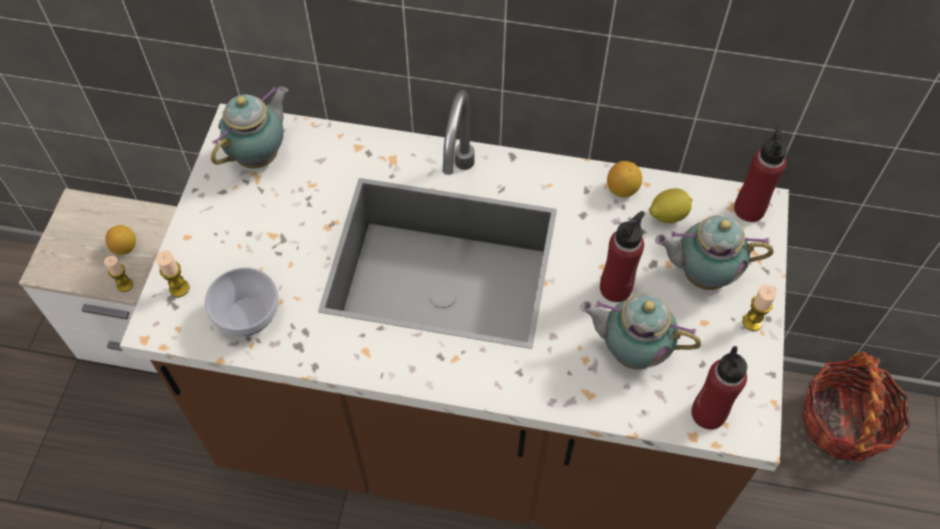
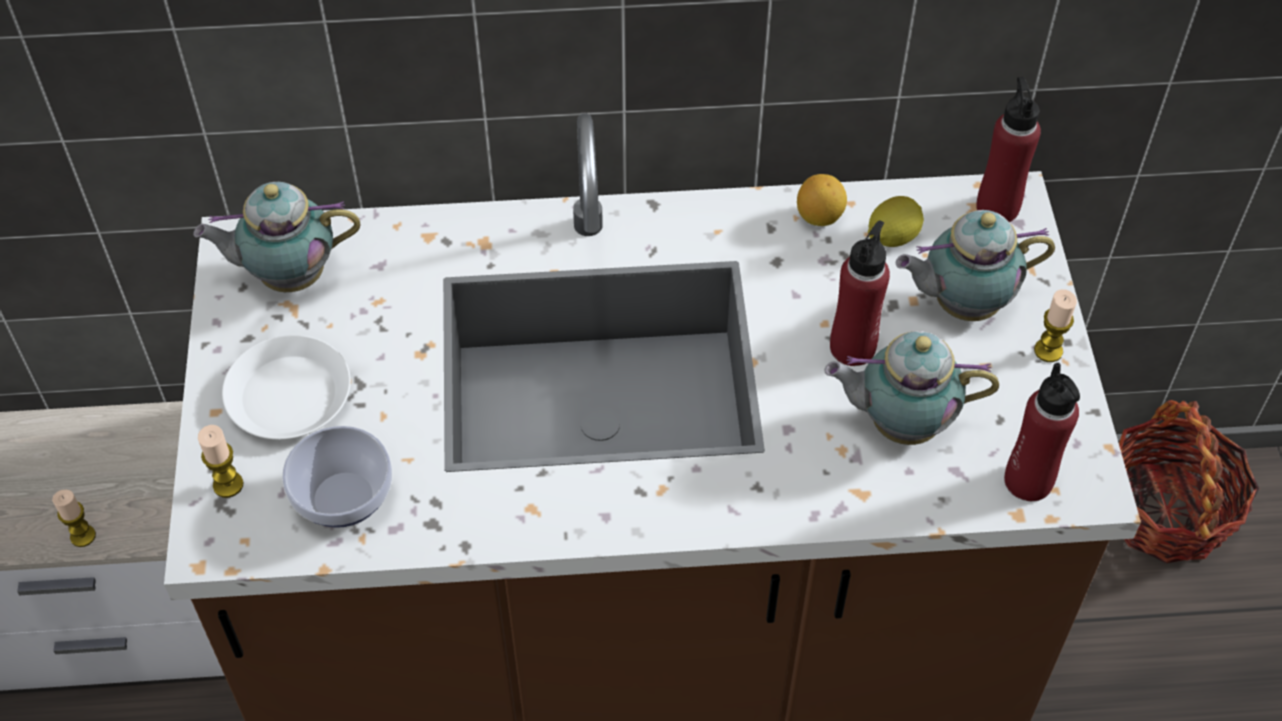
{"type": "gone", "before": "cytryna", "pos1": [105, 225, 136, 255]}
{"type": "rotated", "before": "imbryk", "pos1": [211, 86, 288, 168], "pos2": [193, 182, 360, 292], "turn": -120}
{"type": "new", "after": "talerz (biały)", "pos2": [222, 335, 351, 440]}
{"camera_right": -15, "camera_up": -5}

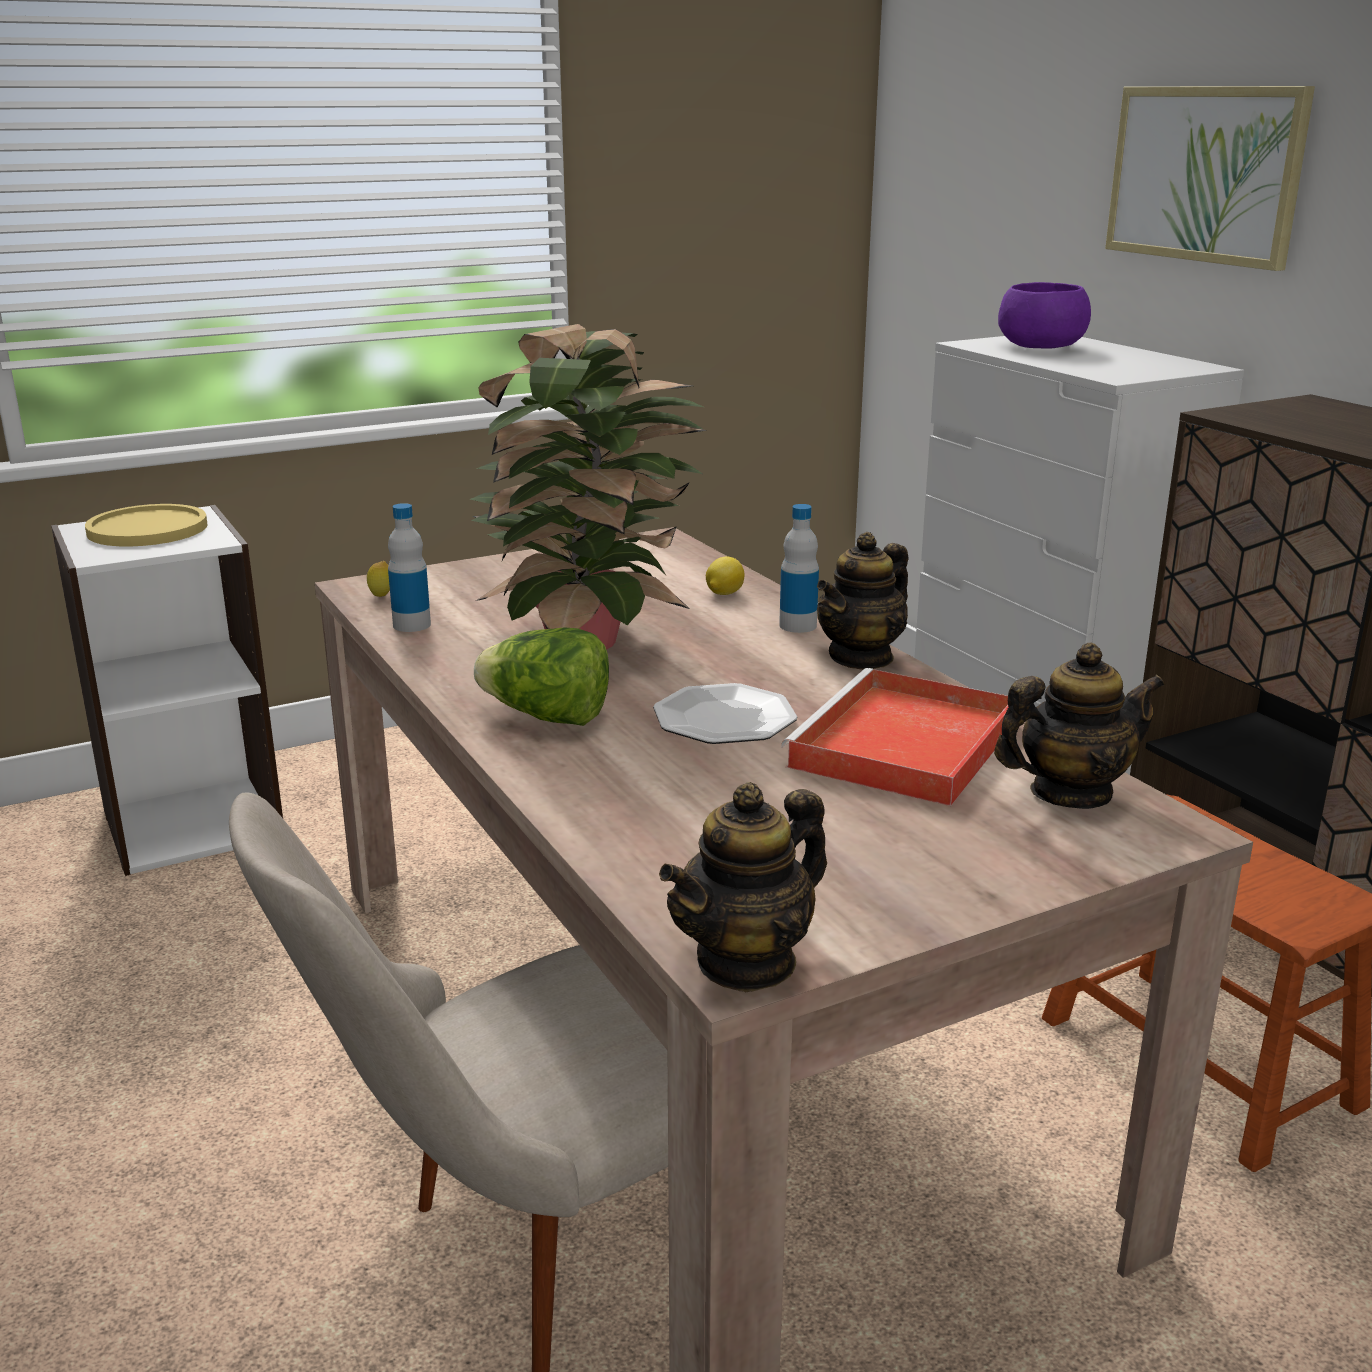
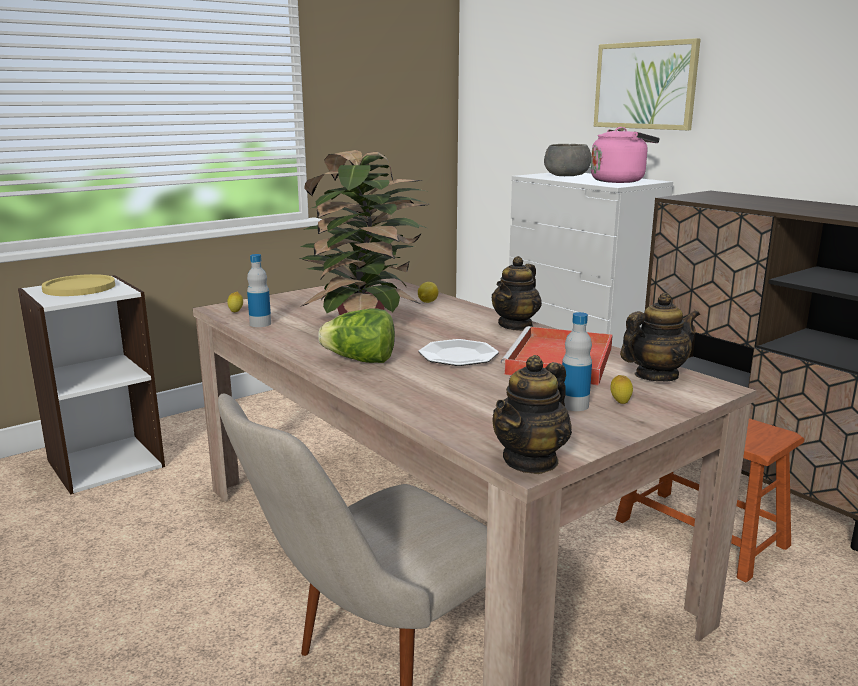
{"type": "shifted", "before": "butelka", "pos1": [779, 504, 819, 633], "pos2": [562, 312, 592, 411]}
{"type": "repainted", "before": "miska (fioletowy)", "after": "miska (szary)", "pos1": [998, 282, 1091, 349], "pos2": [544, 144, 591, 176]}
{"type": "new", "after": "czajnik (różowy)", "pos2": [591, 127, 660, 183]}
{"type": "new", "after": "cytryna", "pos2": [610, 375, 633, 404]}
{"camera_right": -10, "camera_up": -5}

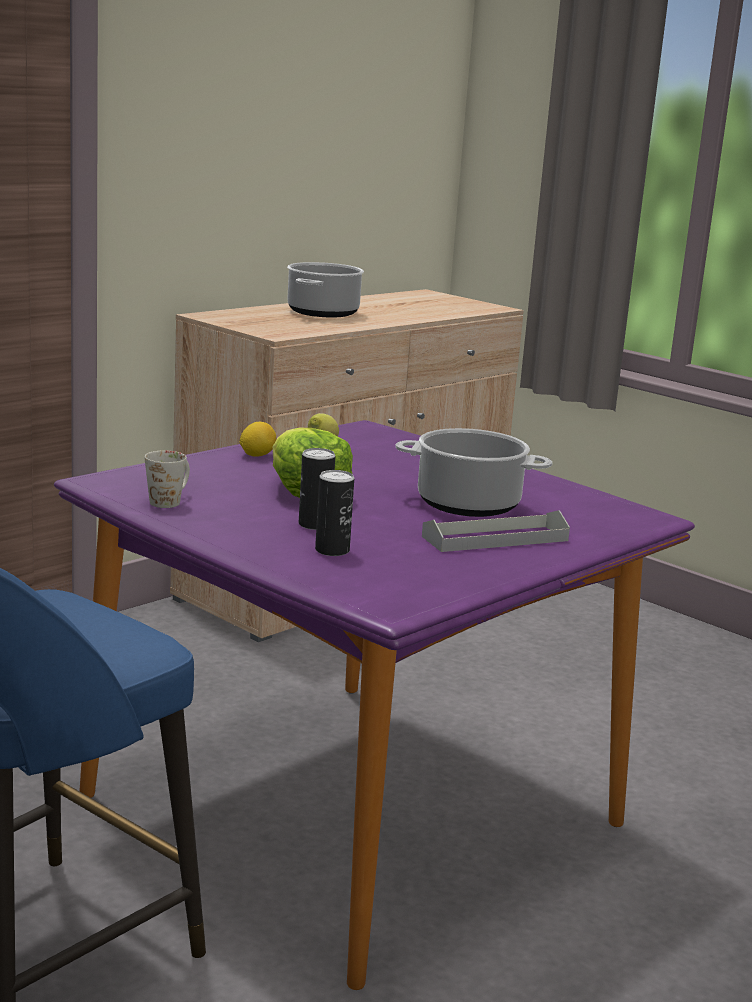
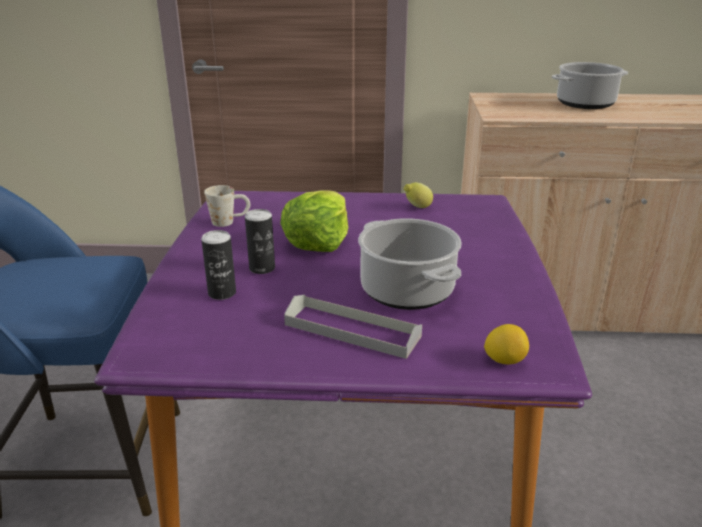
{"type": "shifted", "before": "cytryna", "pos1": [240, 422, 277, 457], "pos2": [484, 324, 529, 364]}
{"camera_right": 50, "camera_up": 10}

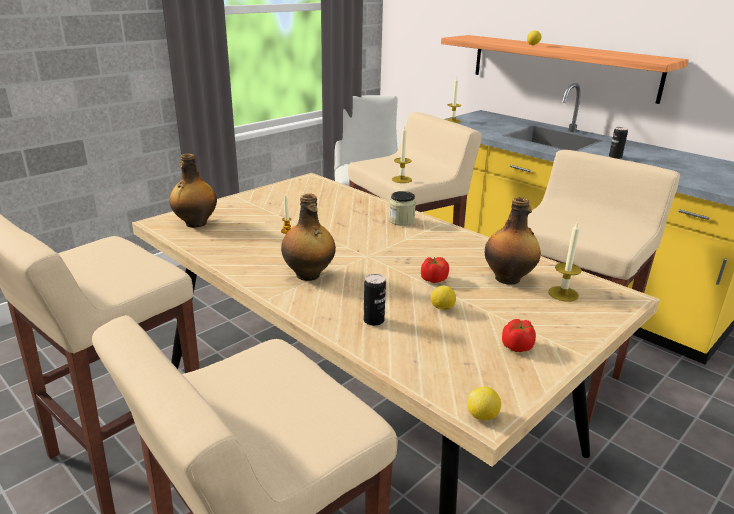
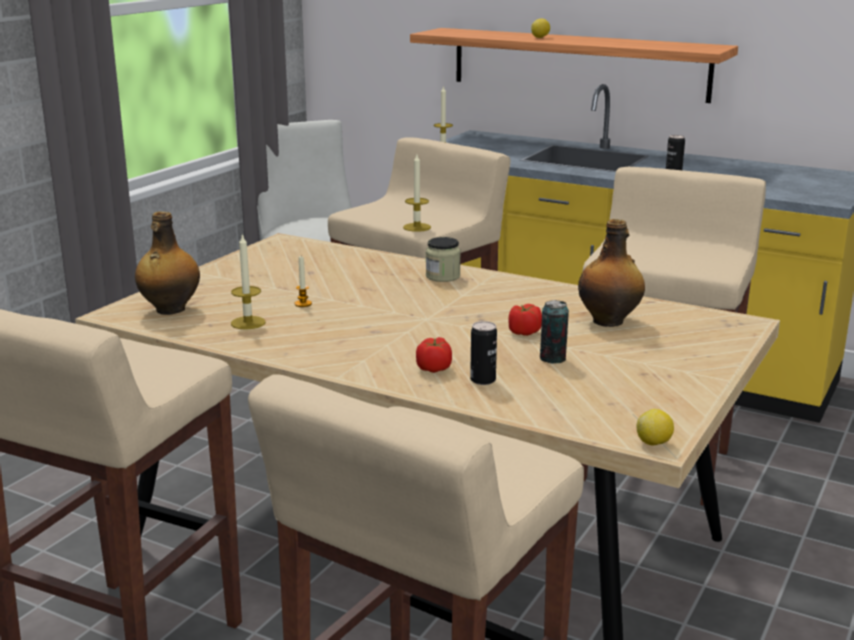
{"type": "gone", "before": "butelka", "pos1": [281, 194, 336, 281]}
{"type": "swapped", "before": "cytryna", "after": "puszka", "pos1": [431, 286, 456, 310], "pos2": [540, 300, 569, 364]}
{"type": "shifted", "before": "pomidor", "pos1": [502, 319, 536, 352], "pos2": [416, 337, 452, 373]}
{"type": "shifted", "before": "świeca", "pos1": [548, 221, 582, 302], "pos2": [231, 233, 266, 330]}
{"camera_right": -15, "camera_up": -5}

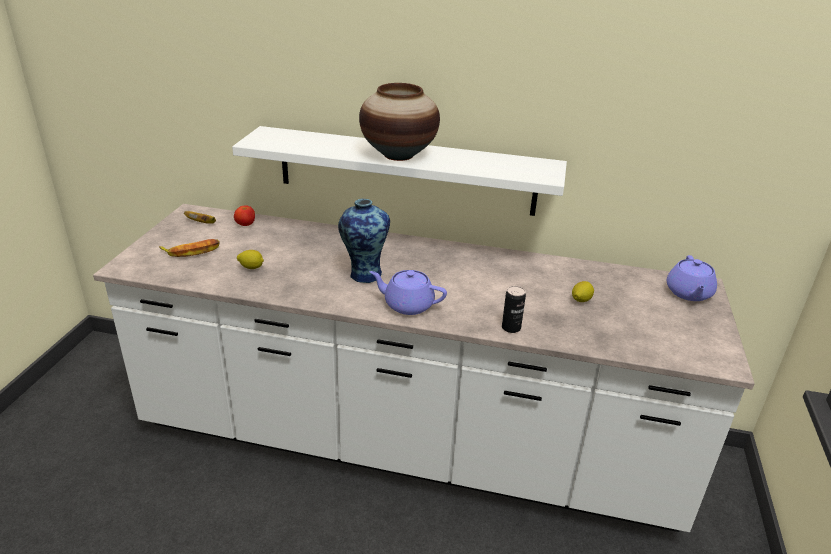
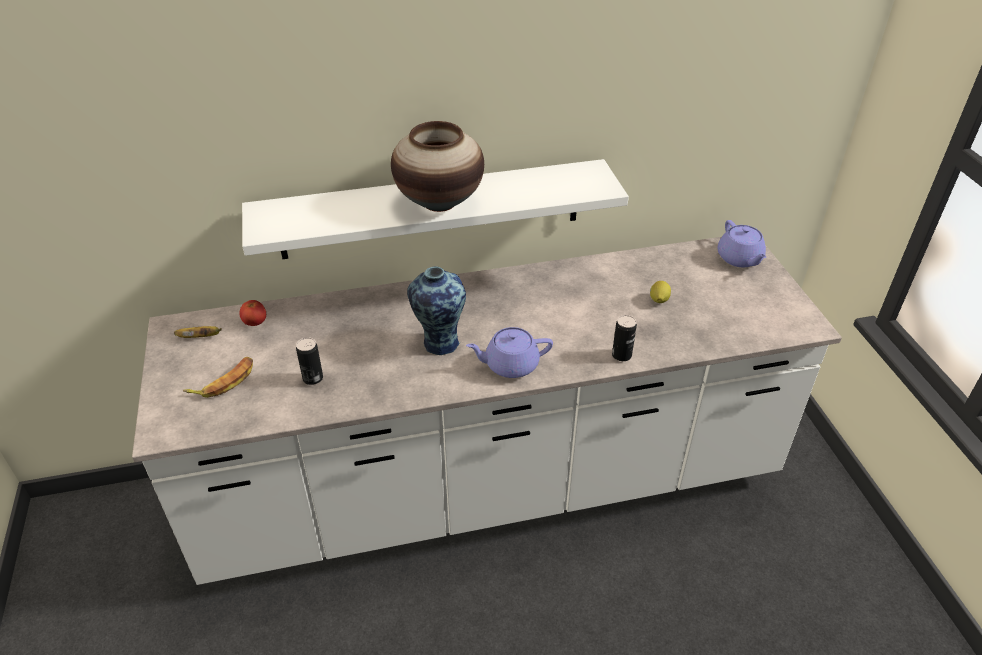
{"type": "swapped", "before": "cytryna", "after": "puszka", "pos1": [237, 250, 264, 269], "pos2": [296, 337, 323, 385]}
{"camera_right": -25, "camera_up": 10}

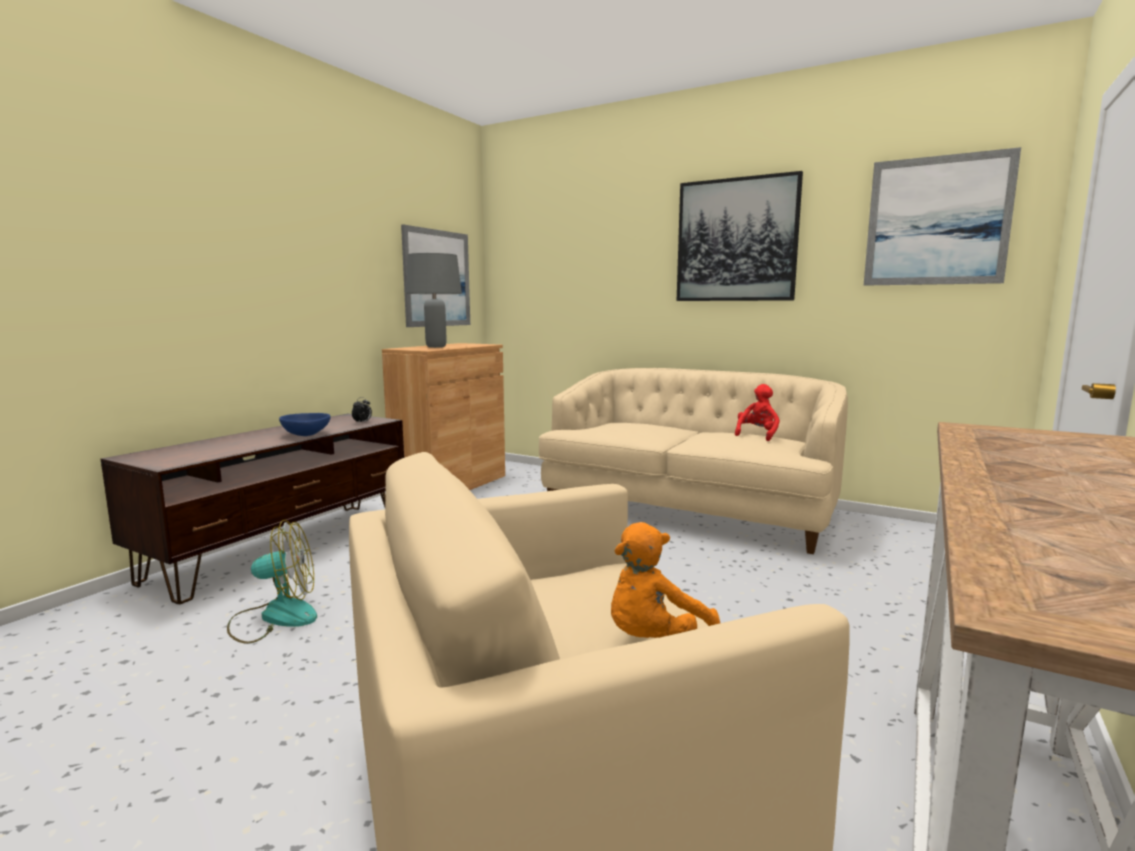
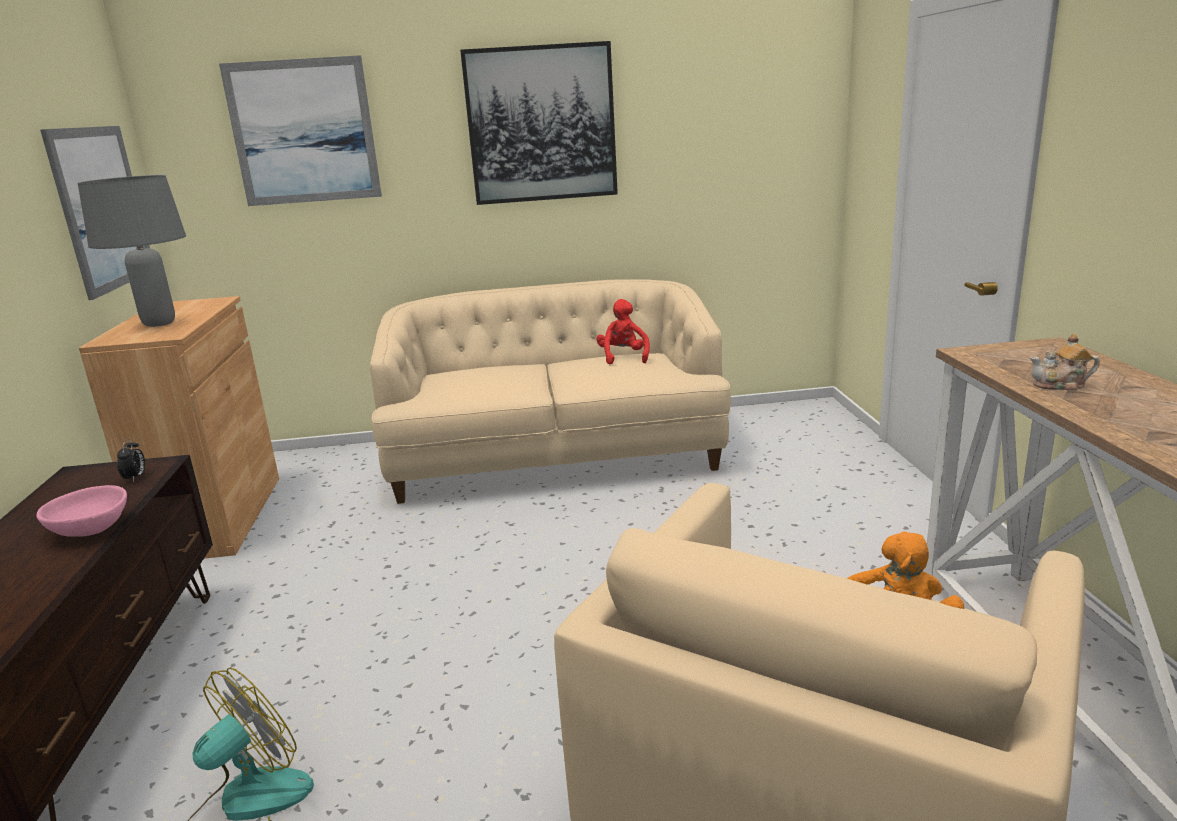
{"type": "repainted", "before": "miska (niebieski)", "after": "miska (różowy)", "pos1": [279, 413, 331, 436], "pos2": [36, 485, 127, 537]}
{"type": "shifted", "before": "obraz", "pos1": [864, 147, 1021, 286], "pos2": [219, 55, 382, 206]}
{"type": "new", "after": "imbryk", "pos2": [1030, 334, 1100, 391]}
{"camera_right": -35, "camera_up": 10}

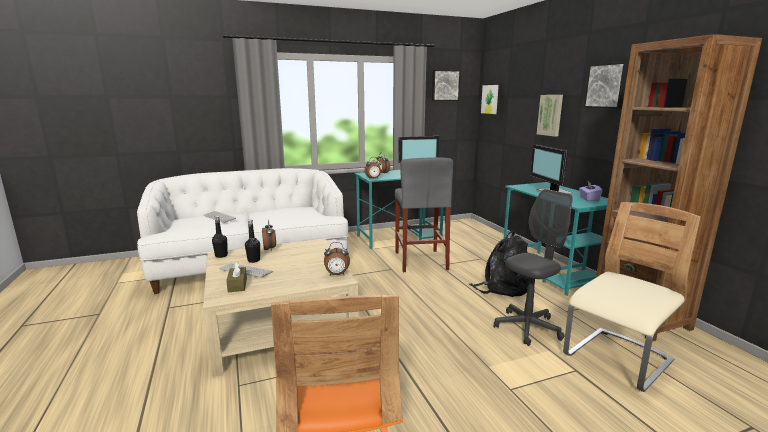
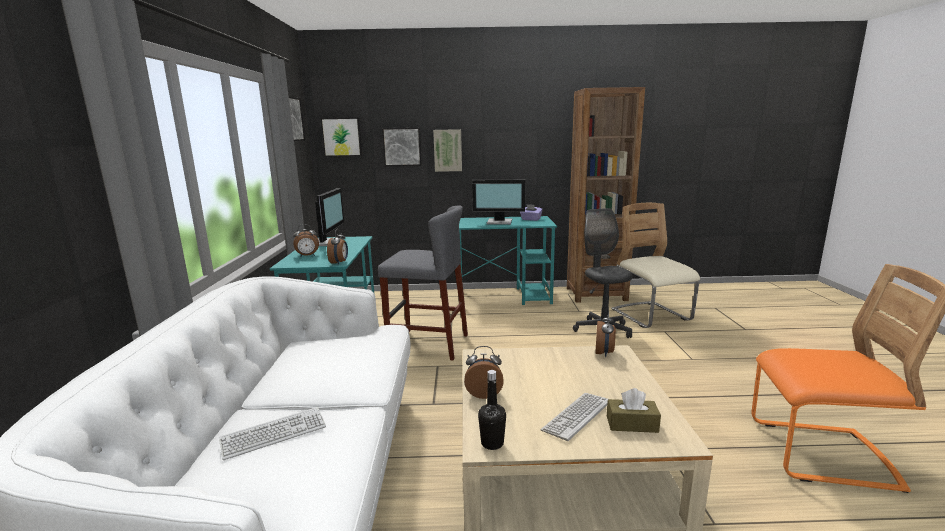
{"type": "gone", "before": "butelka (czarny)", "pos1": [245, 220, 260, 263]}
{"type": "gone", "before": "plecak (czarny)", "pos1": [469, 230, 529, 297]}
{"type": "shifted", "before": "obraz", "pos1": [584, 62, 629, 109], "pos2": [382, 127, 422, 166]}
{"camera_right": -70, "camera_up": 0}

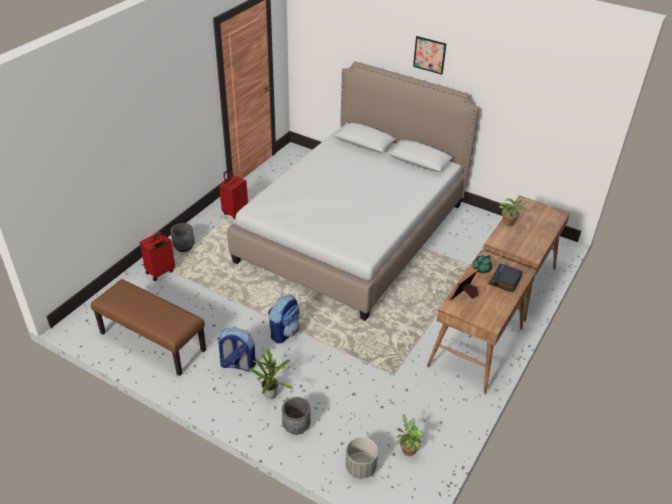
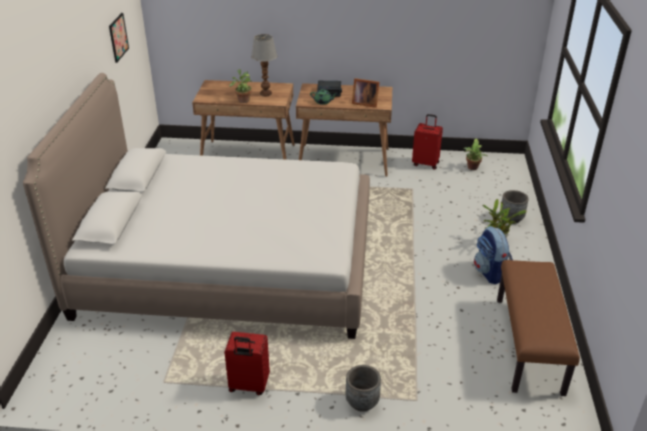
{"type": "shifted", "before": "walizka (czerwony)", "pos1": [140, 232, 175, 281], "pos2": [412, 114, 443, 170]}
{"type": "gone", "before": "plecak", "pos1": [268, 295, 300, 343]}
{"type": "gone", "before": "donica (szary)", "pos1": [346, 437, 378, 479]}
{"type": "shifted", "before": "obraz", "pos1": [413, 36, 446, 75], "pos2": [109, 13, 129, 63]}
{"type": "new", "after": "lampa stołowa", "pos2": [251, 34, 277, 97]}
{"camera_right": -115, "camera_up": -5}

